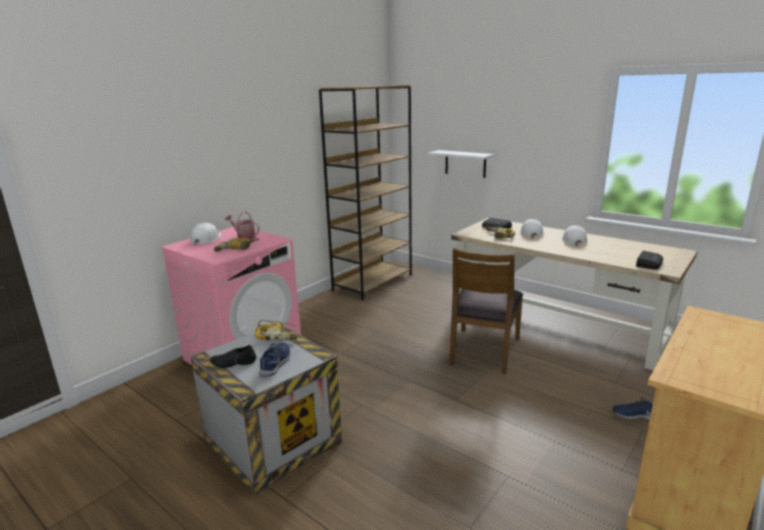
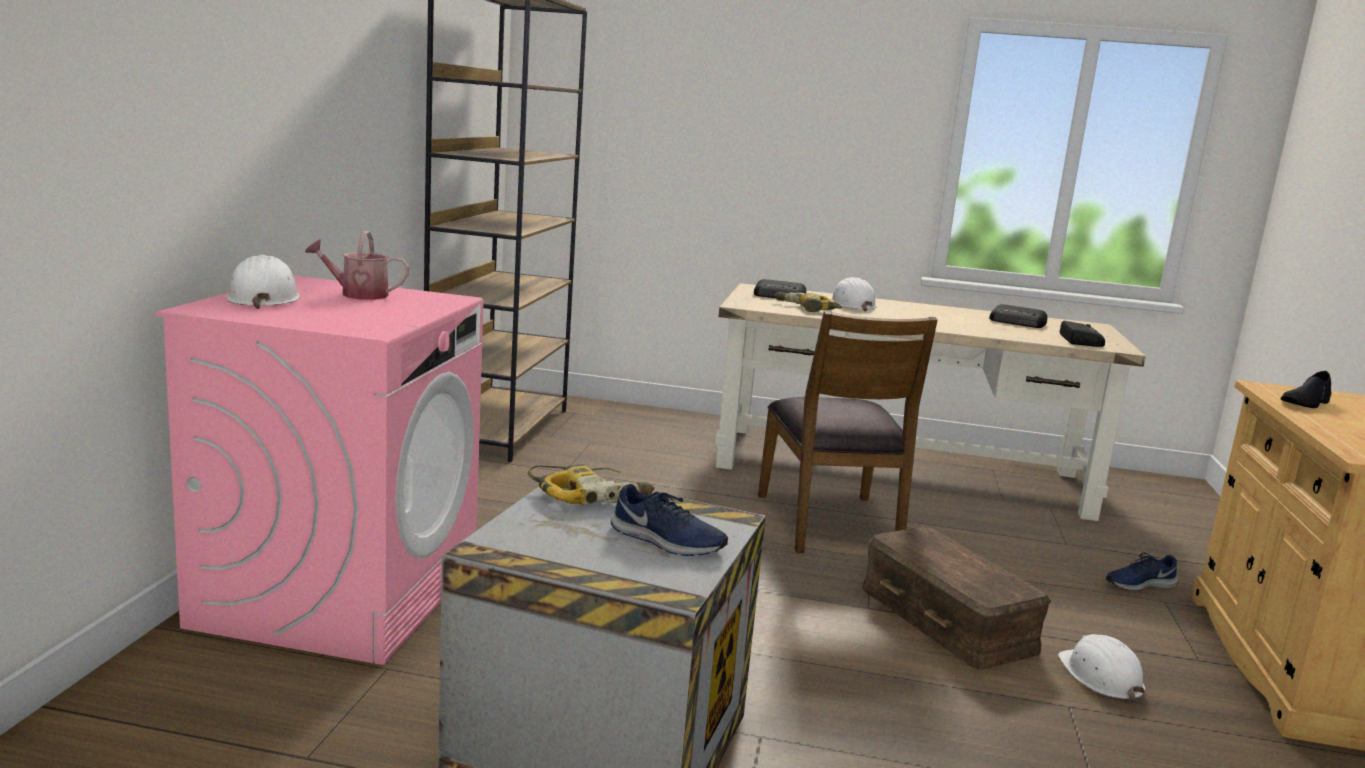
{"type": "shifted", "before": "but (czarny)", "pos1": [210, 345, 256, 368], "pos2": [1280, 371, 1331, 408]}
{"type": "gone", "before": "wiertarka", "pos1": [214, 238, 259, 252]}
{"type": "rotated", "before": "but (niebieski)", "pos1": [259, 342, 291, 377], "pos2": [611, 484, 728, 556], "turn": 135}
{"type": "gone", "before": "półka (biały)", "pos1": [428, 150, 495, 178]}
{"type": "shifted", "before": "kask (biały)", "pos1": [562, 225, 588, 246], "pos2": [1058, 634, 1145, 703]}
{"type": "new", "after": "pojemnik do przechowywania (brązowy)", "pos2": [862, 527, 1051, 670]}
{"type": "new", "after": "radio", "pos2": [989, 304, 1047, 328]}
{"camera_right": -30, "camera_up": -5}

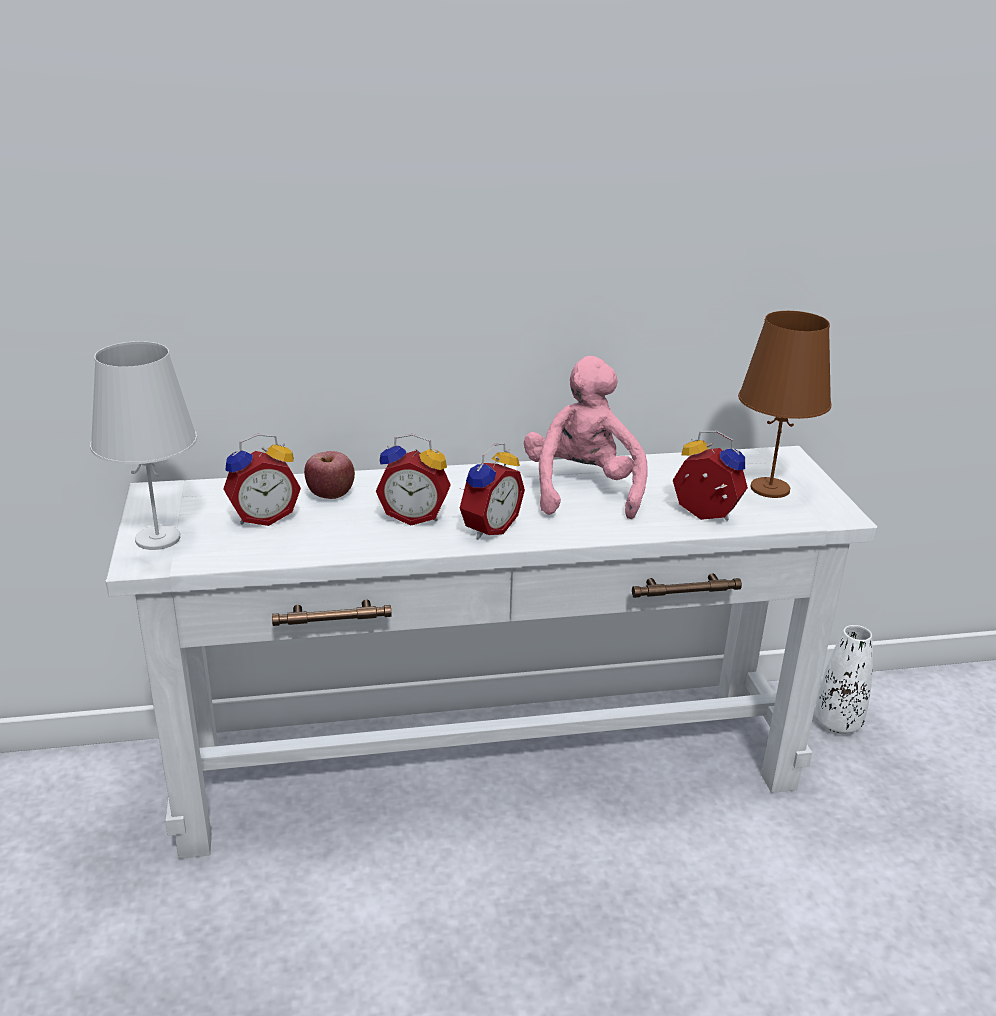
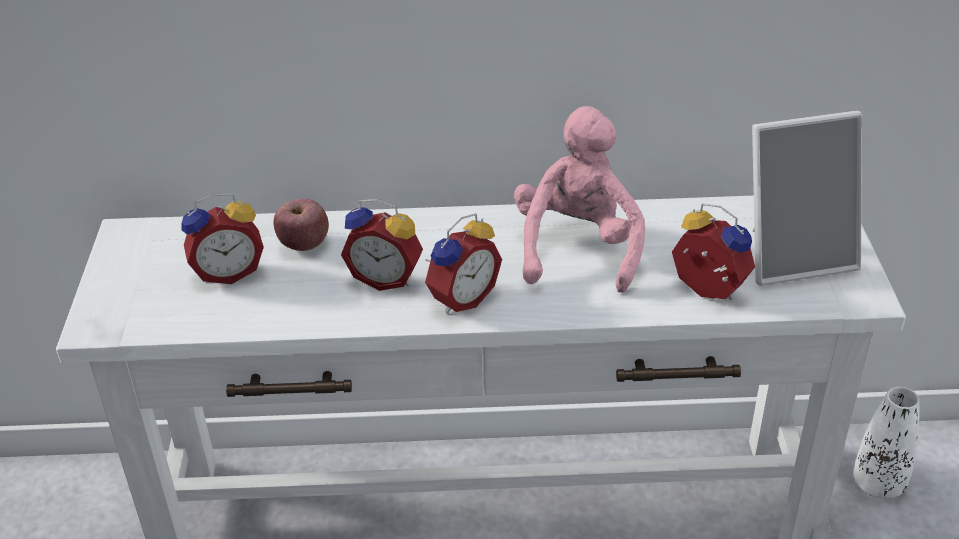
{"type": "gone", "before": "lampa stołowa (biały)", "pos1": [90, 341, 197, 550]}
{"type": "swapped", "before": "lampa stołowa (brązowy)", "after": "ramka na zdjęcie", "pos1": [738, 311, 832, 498], "pos2": [752, 110, 862, 286]}
{"camera_right": 10, "camera_up": 10}

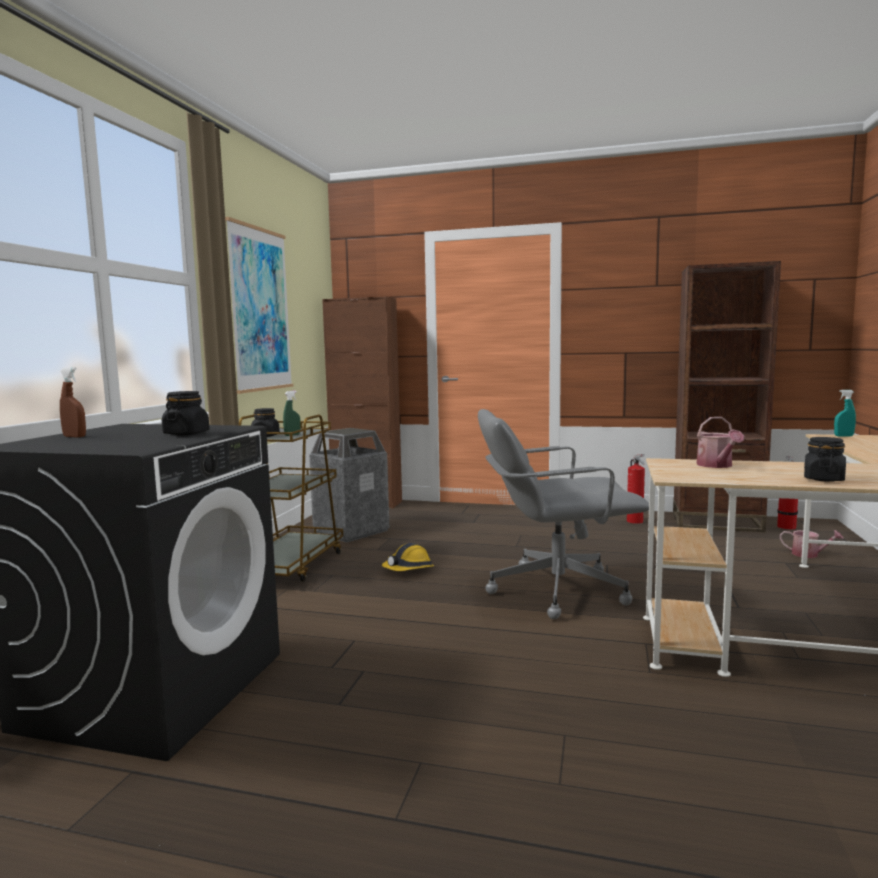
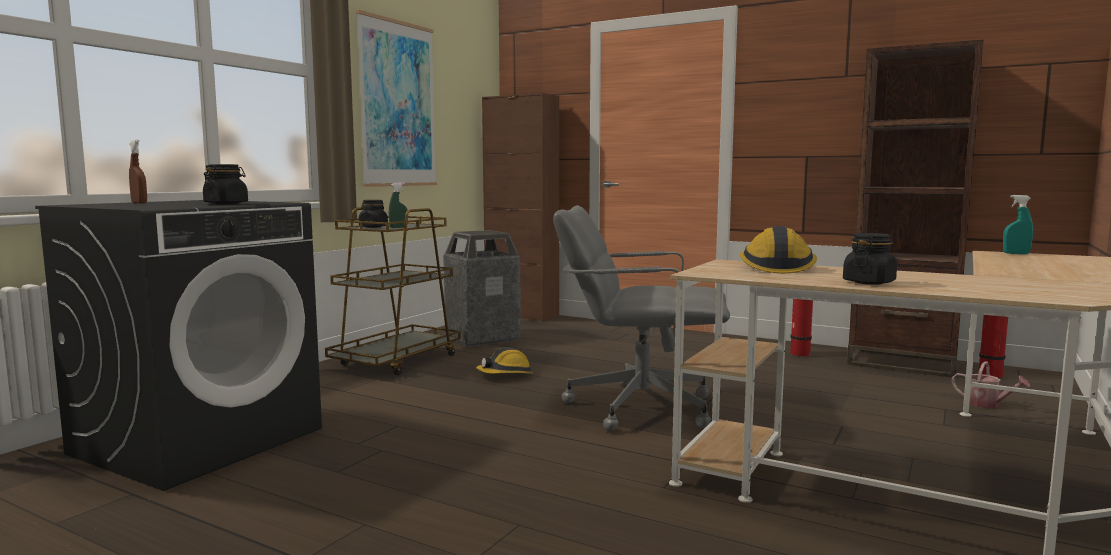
{"type": "swapped", "before": "konewka", "after": "kask", "pos1": [696, 417, 744, 468], "pos2": [740, 226, 817, 273]}
{"camera_right": 15, "camera_up": 0}

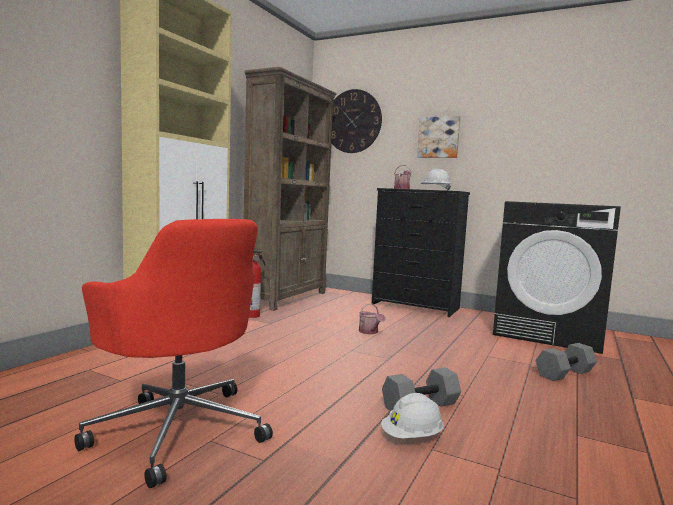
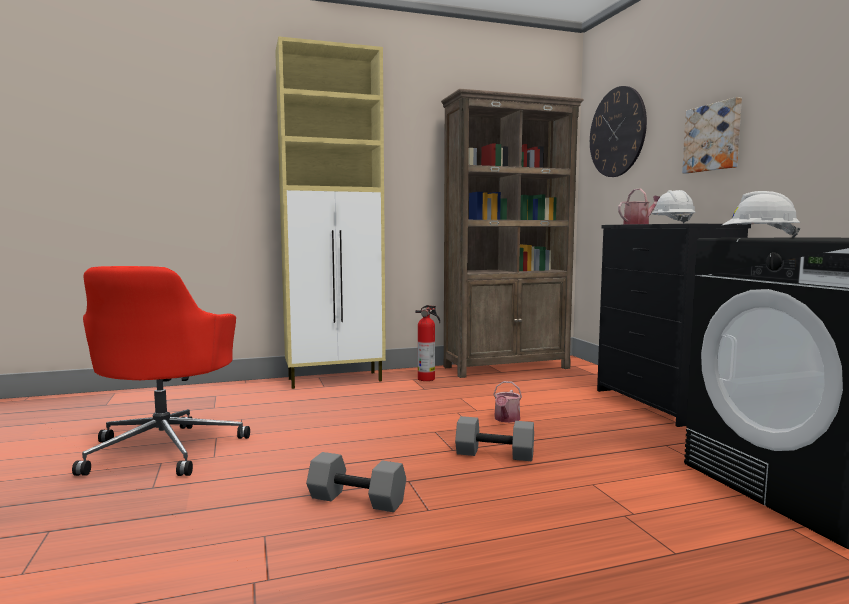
{"type": "shifted", "before": "kask (biały)", "pos1": [381, 393, 444, 438], "pos2": [722, 191, 801, 238]}
{"type": "shifted", "before": "hantel (szary)", "pos1": [536, 343, 597, 381], "pos2": [455, 416, 534, 462]}
{"camera_right": 45, "camera_up": 0}

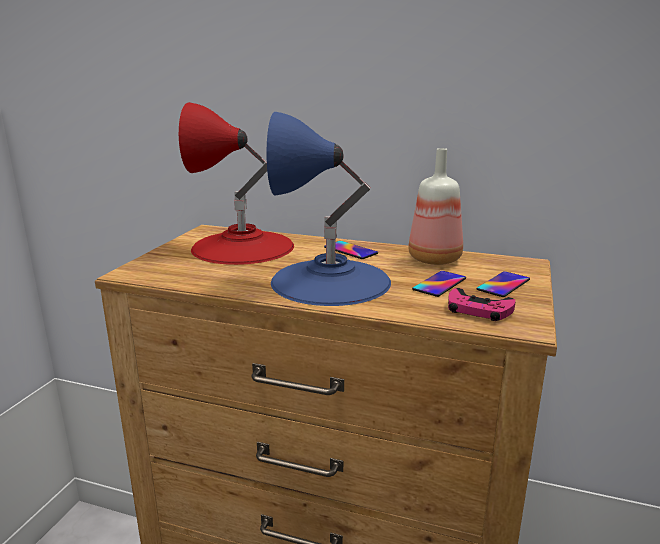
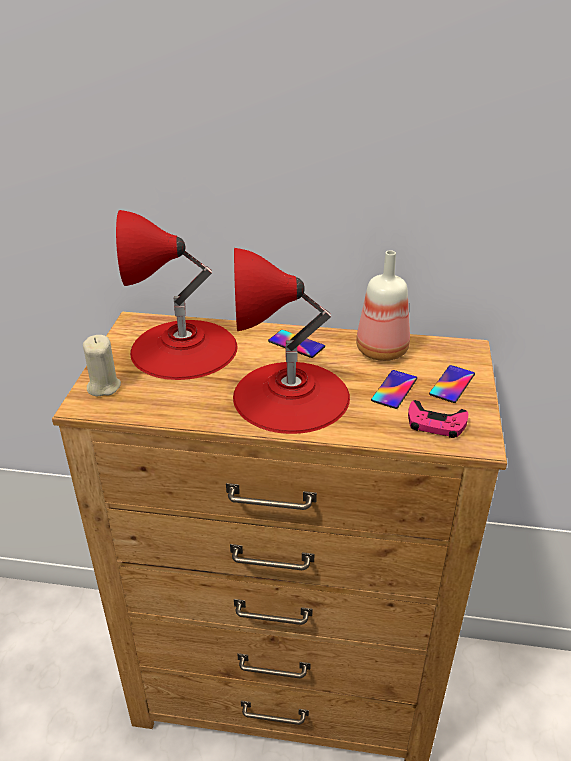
{"type": "repainted", "before": "lampa stołowa (niebieski)", "after": "lampa stołowa (czerwony)", "pos1": [266, 112, 391, 306], "pos2": [233, 248, 350, 434]}
{"type": "new", "after": "świeca (beżowy)", "pos2": [83, 335, 121, 396]}
{"camera_right": -10, "camera_up": 15}

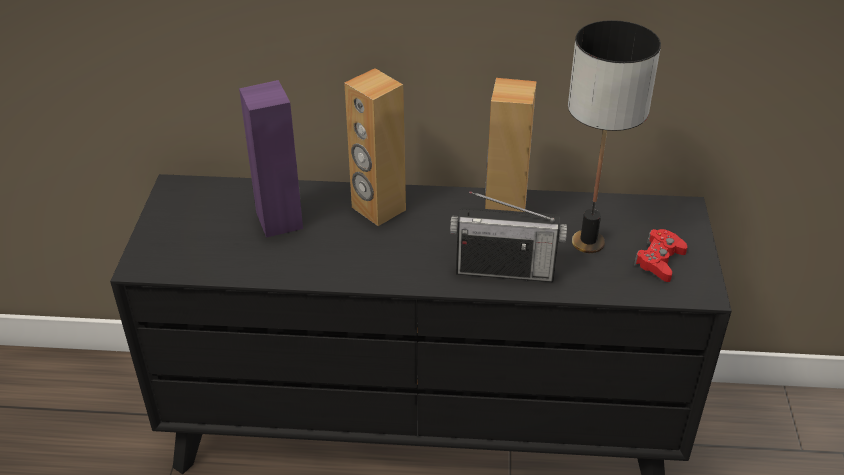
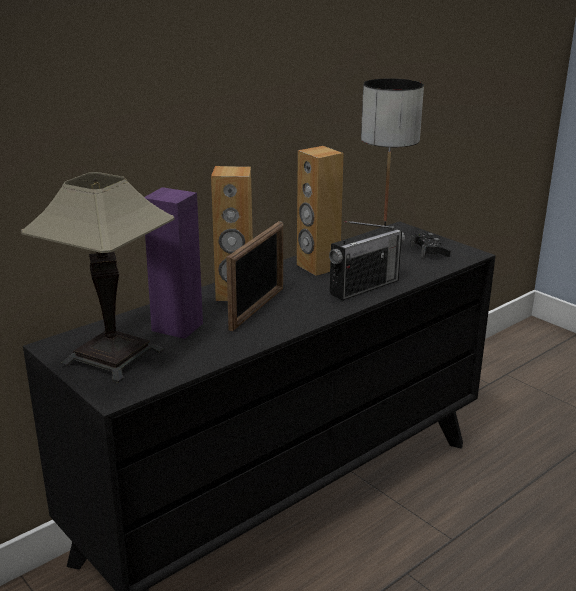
{"type": "repainted", "before": "pad do gier (czerwony)", "after": "pad do gier (czarny)", "pos1": [634, 229, 687, 282], "pos2": [410, 232, 451, 257]}
{"type": "new", "after": "lampa stołowa", "pos2": [21, 172, 175, 383]}
{"type": "new", "after": "ramka na zdjęcie", "pos2": [226, 221, 283, 331]}
{"camera_right": -45, "camera_up": -15}

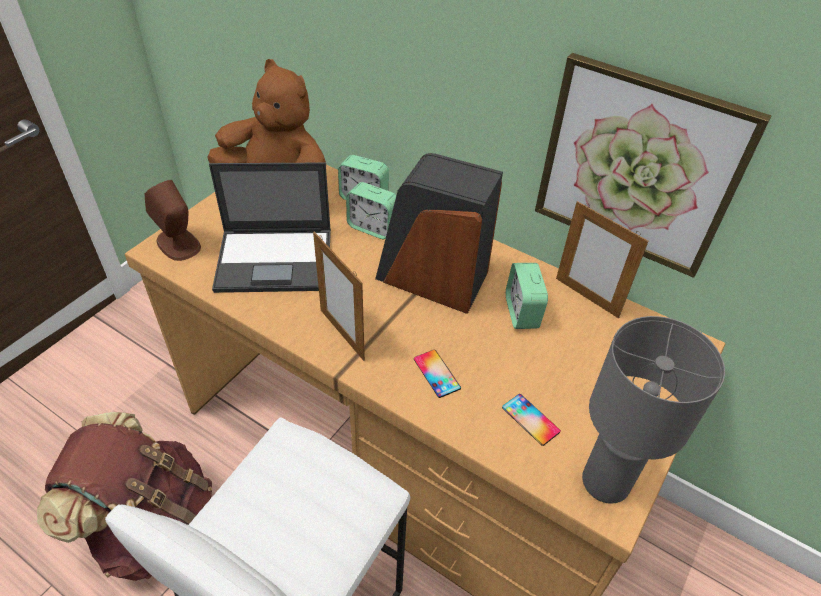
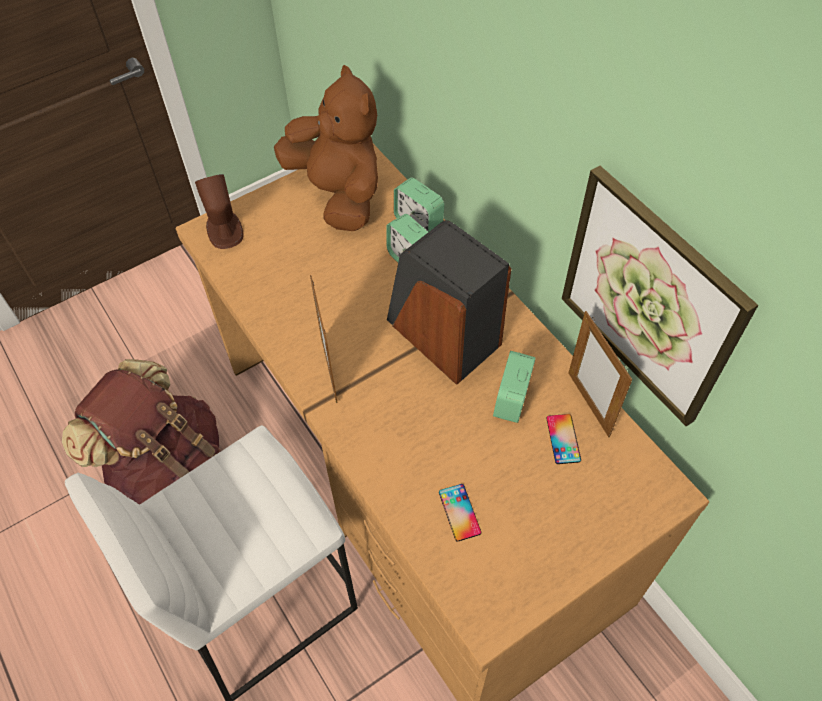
{"type": "gone", "before": "laptop", "pos1": [209, 163, 331, 293]}
{"type": "shifted", "before": "telefon", "pos1": [414, 350, 461, 398], "pos2": [546, 414, 581, 464]}
{"type": "gone", "before": "lampa stołowa (szary)", "pos1": [582, 316, 725, 504]}
{"camera_right": 25, "camera_up": 10}

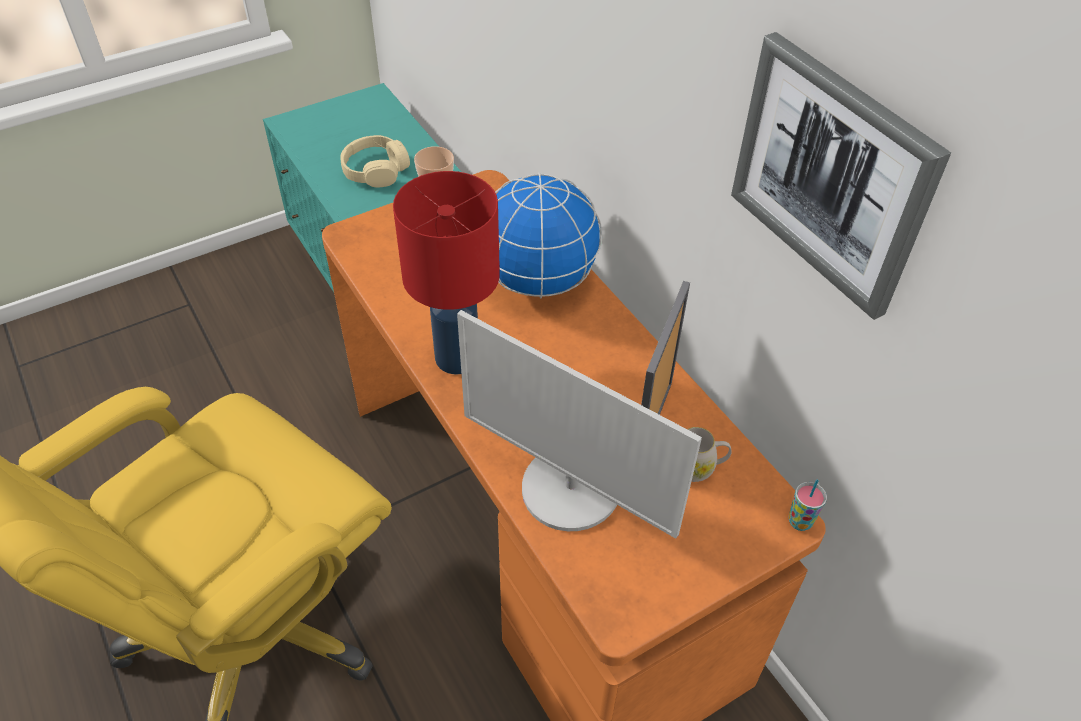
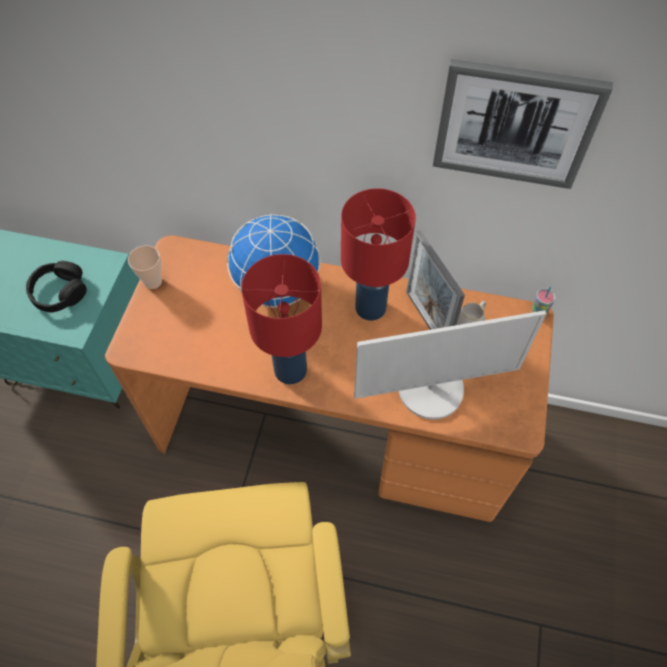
{"type": "repainted", "before": "słuchawki (beżowy)", "after": "słuchawki (czarny)", "pos1": [340, 135, 410, 188], "pos2": [26, 261, 87, 313]}
{"type": "new", "after": "lampa stołowa (czerwony)", "pos2": [341, 188, 416, 321]}
{"camera_right": -45, "camera_up": 10}

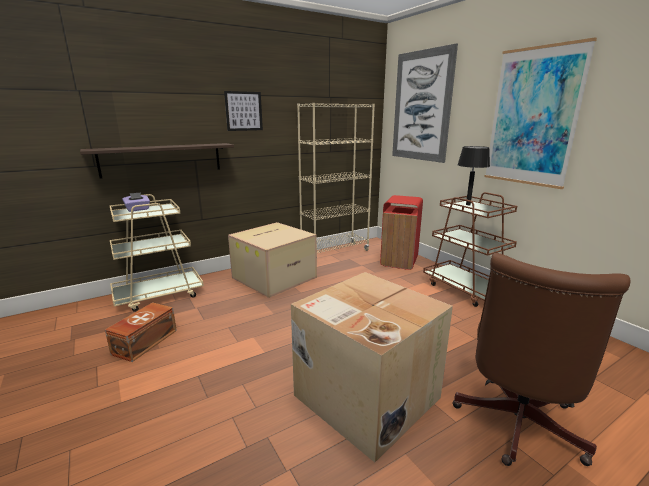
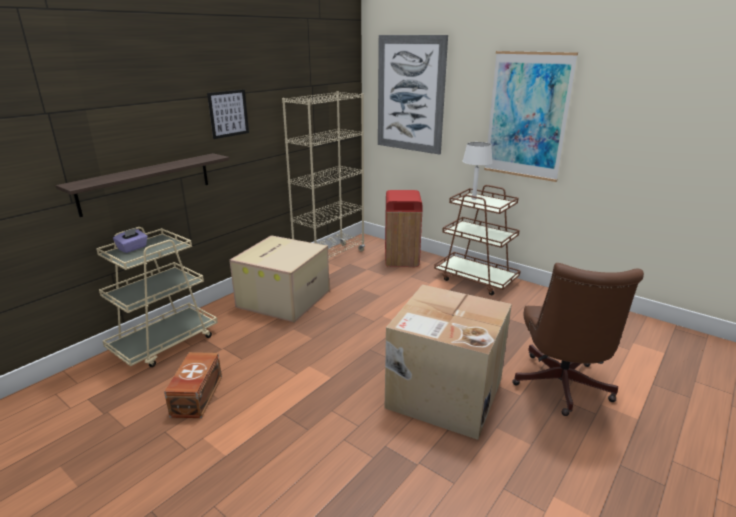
{"type": "repainted", "before": "lampa stołowa (czarny)", "after": "lampa stołowa (biały)", "pos1": [457, 146, 490, 205], "pos2": [463, 142, 493, 200]}
{"camera_right": -20, "camera_up": 5}

